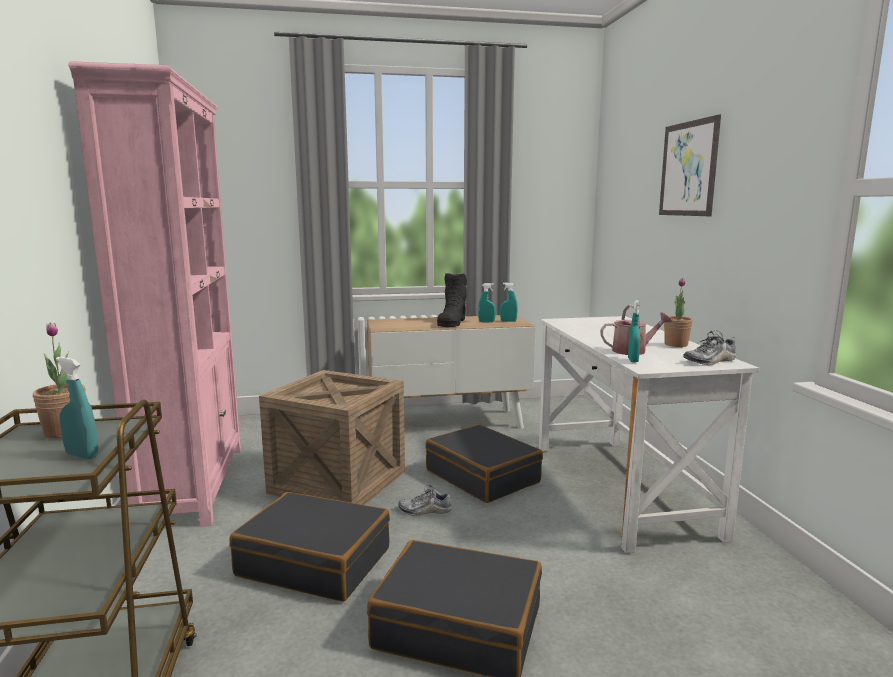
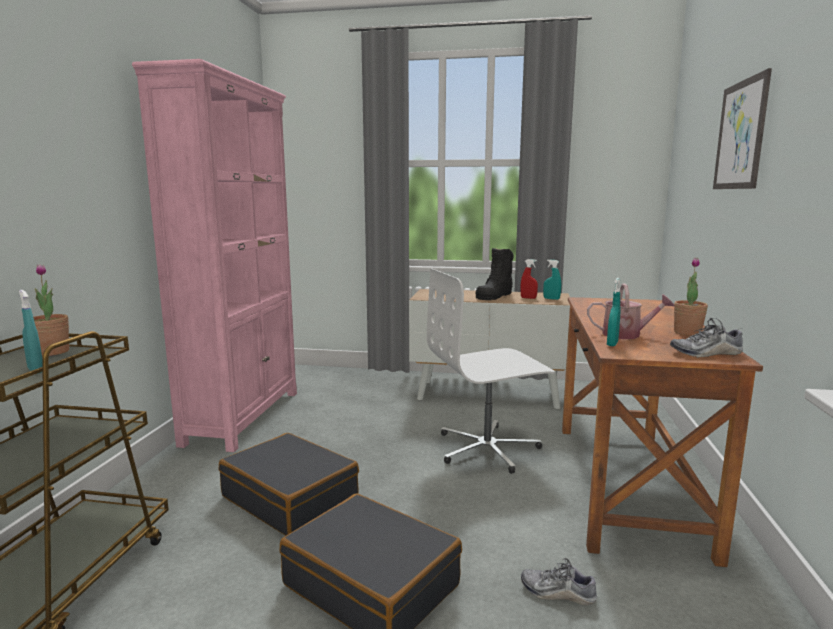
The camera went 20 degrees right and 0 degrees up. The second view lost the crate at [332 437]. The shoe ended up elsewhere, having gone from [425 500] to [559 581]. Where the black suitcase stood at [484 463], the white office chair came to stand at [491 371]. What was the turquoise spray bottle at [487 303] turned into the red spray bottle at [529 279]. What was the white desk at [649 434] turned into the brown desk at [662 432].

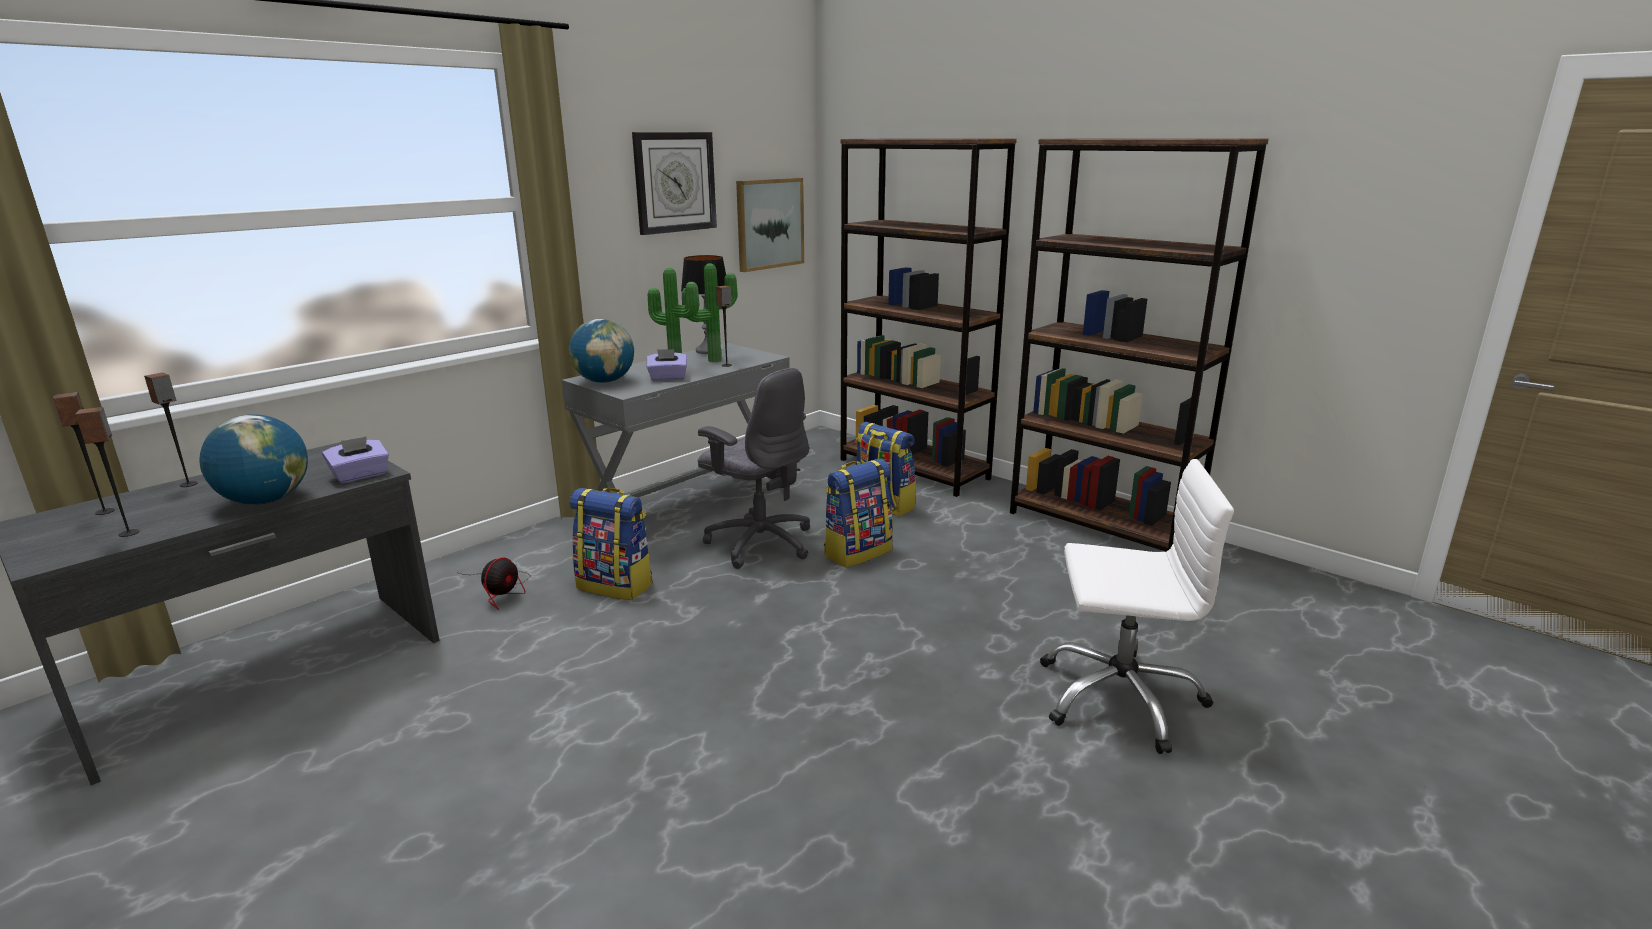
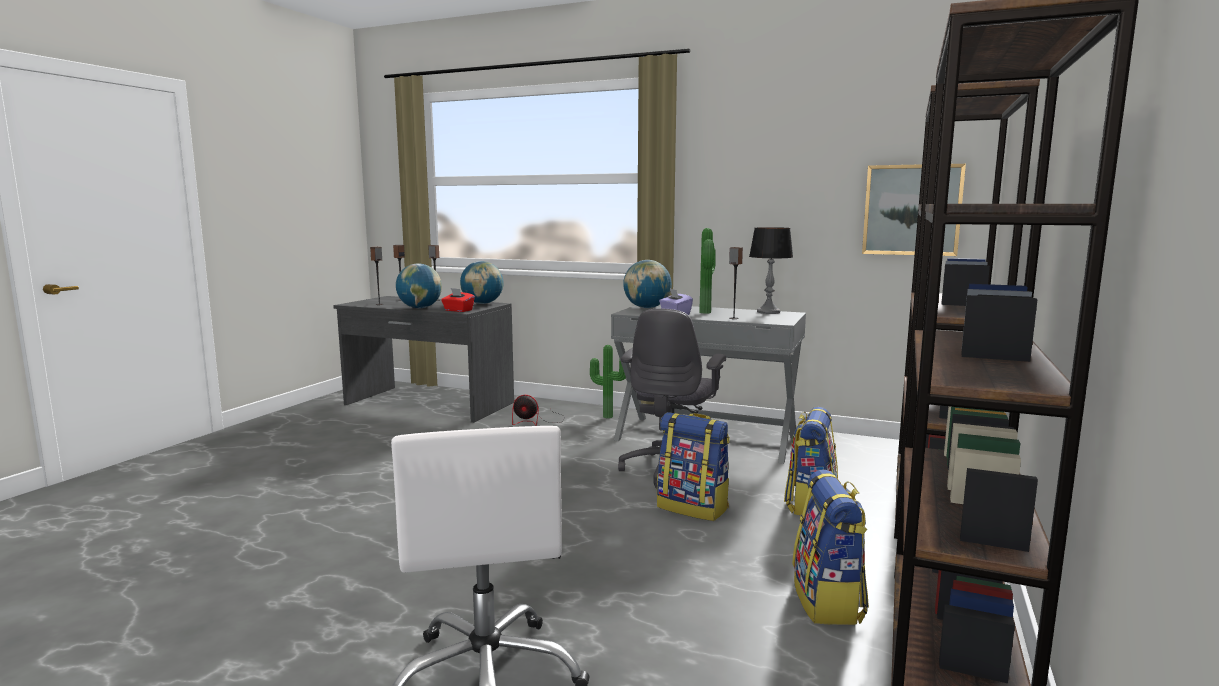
The camera went 70 degrees right and 10 degrees down. The second view lost the wall clock at [674 183]. The second view gained the globe at [482 282]. The backpack ended up elsewhere, having gone from [611 544] to [830 547]. The potted plant ended up elsewhere, having gone from [710 312] to [608 381]. What was the purple tissue box at [355 459] turned into the red tissue box at [458 300].

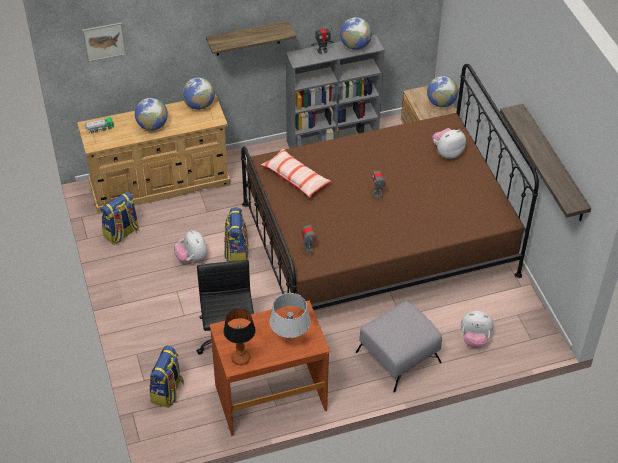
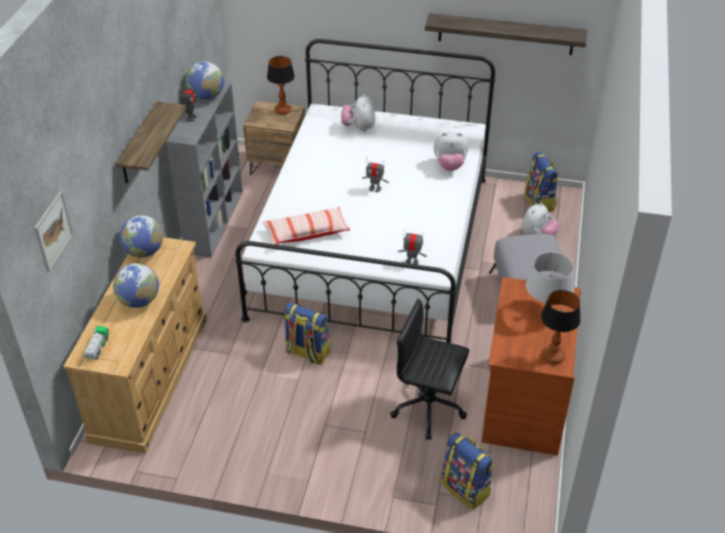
The camera went 60 degrees left and 5 degrees down. The backpack ended up elsewhere, having gone from [119 218] to [542 182]. The plush toy ended up elsewhere, having gone from [191 246] to [451 151]. Where the globe stood at [442 91], the table lamp came to stand at [281 85]. What was the brown bed at [390 187] turned into the white bed at [365 191].

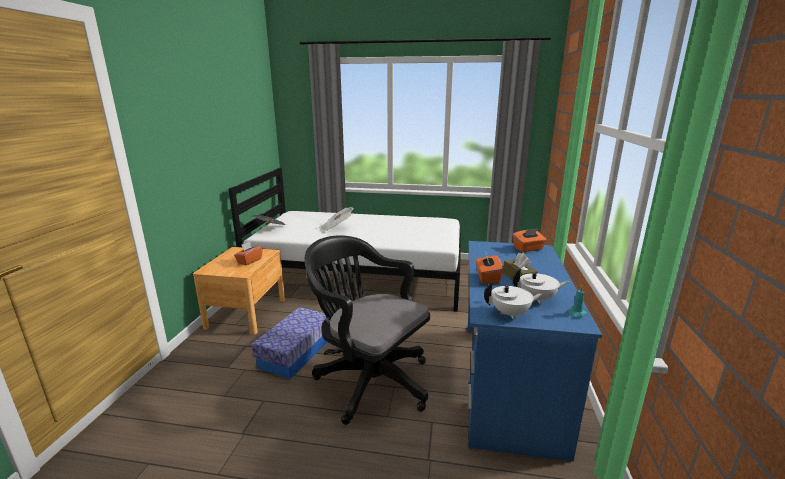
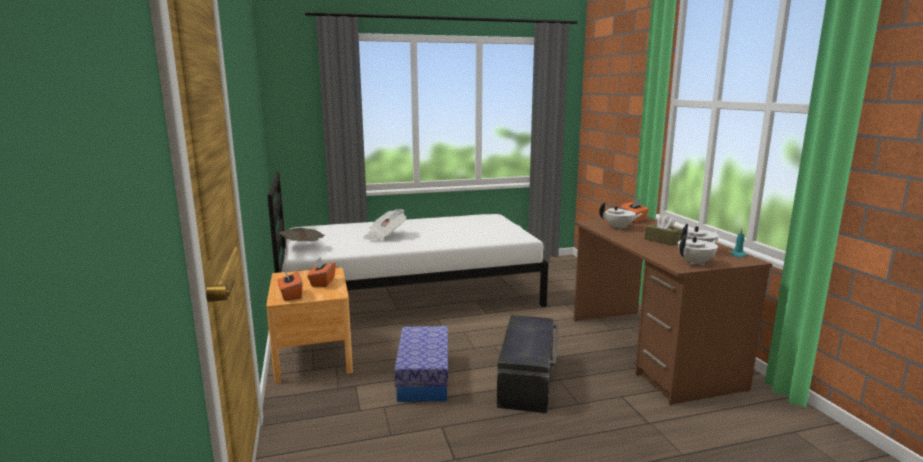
The camera went 25 degrees left and 5 degrees down. The second view gained the white teapot at [621 216]. The orange tissue box ended up elsewhere, having gone from [489 269] to [290 285]. Where the black office chair stood at [367 330], the black storage box came to stand at [528 364]. What was the blue desk at [534 351] turned into the brown desk at [673 310].

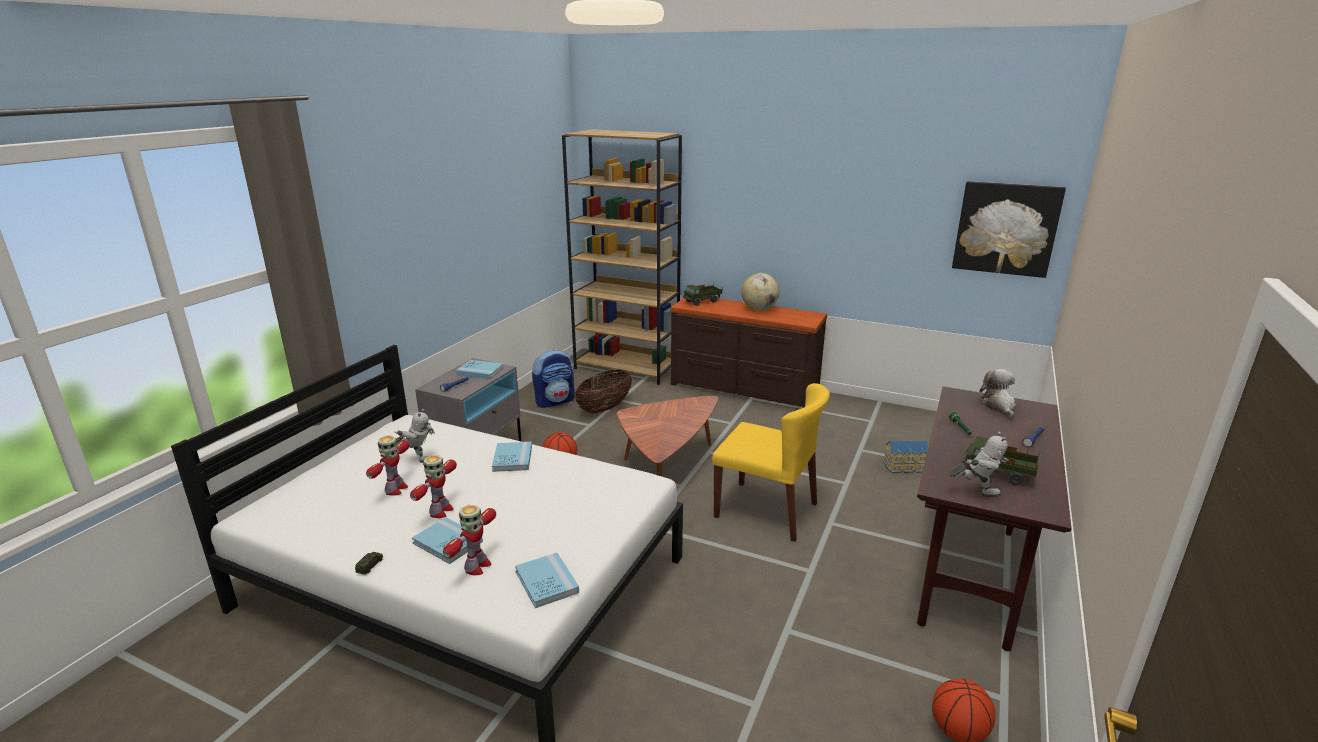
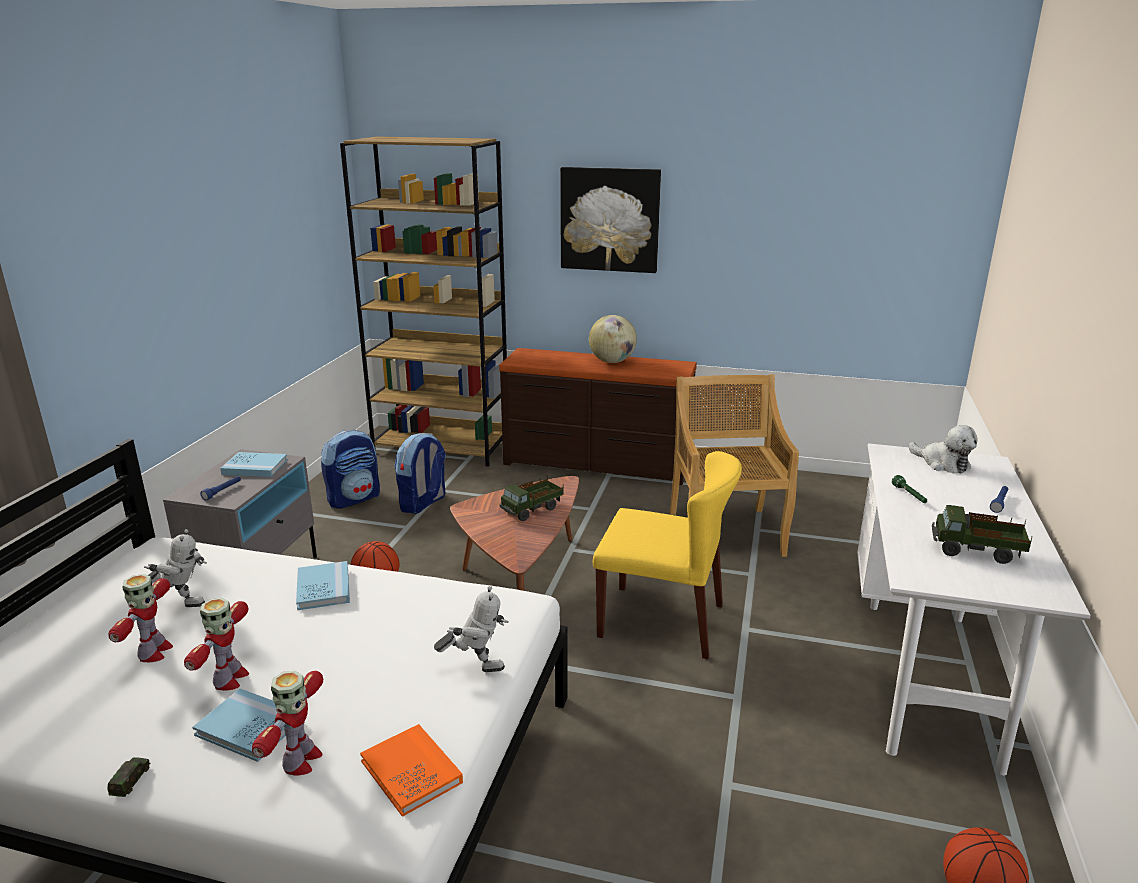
The camera went 10 degrees left and 0 degrees up. The second view lost the toy house at [905 456]. The second view gained the beige chair at [734 465]. The toy truck ended up elsewhere, having gone from [702 294] to [532 498]. The toy robot ended up elsewhere, having gone from [979 464] to [471 629]. The picture ended up elsewhere, having gone from [1009 229] to [610 220]. Where the basket stood at [603 392], the backpack came to stand at [420 473]. What was the blue book at [547 580] turned into the orange book at [411 770]. What was the brown desk at [994 518] turned into the white desk at [973 609]. The plush toy at [998 393] ended up facing another way, 150 degrees clockwise from before.

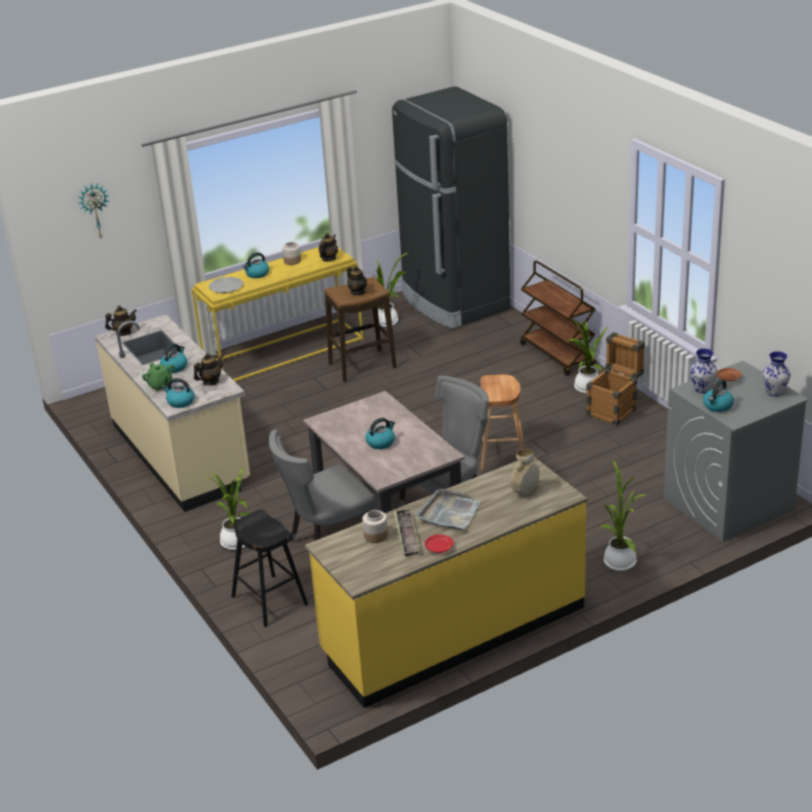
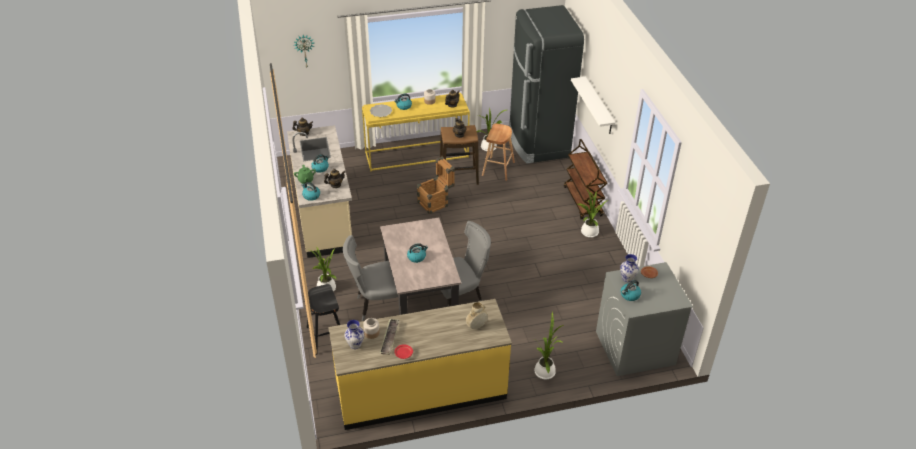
The camera went 15 degrees right and 10 degrees up. The second view lost the grey tray at [449 509]. The second view gained the white shelf at [593 105]. The brown stool ended up elsewhere, having gone from [502 422] to [498 152]. The crate ended up elsewhere, having gone from [615 379] to [436 185]. The vase ended up elsewhere, having gone from [777 374] to [354 334].

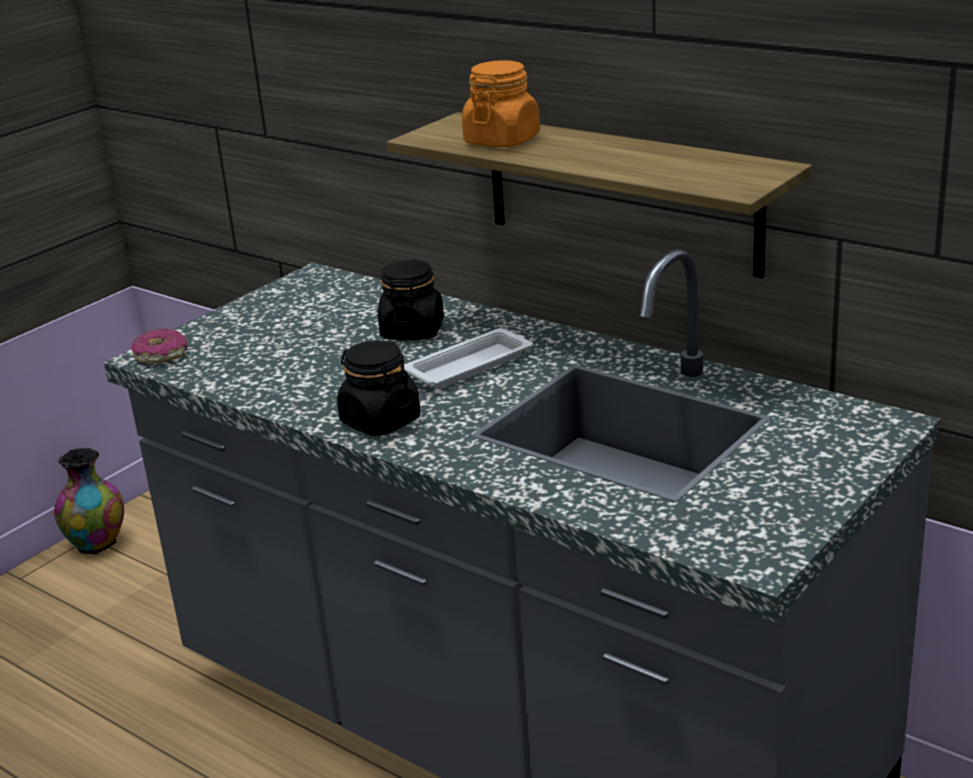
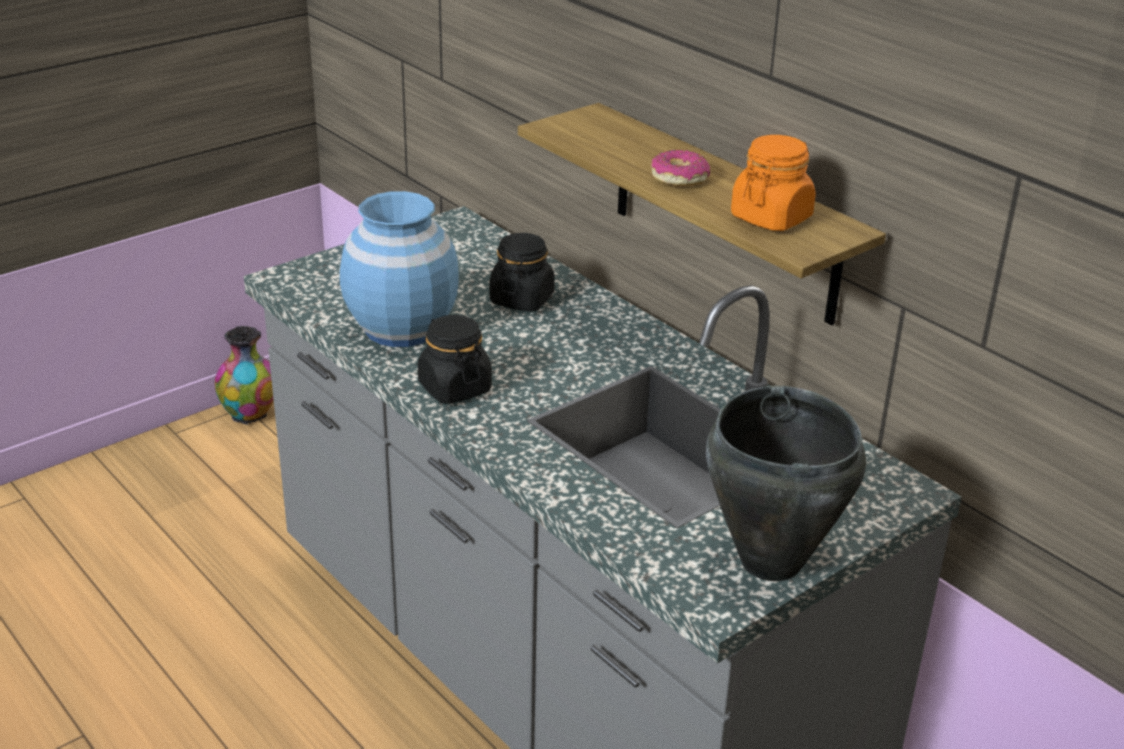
The camera went 10 degrees right and 5 degrees up. The second view lost the white tray at [468 358]. The second view gained the blue vase at [399 269]. The second view gained the black cooking pot at [786 483]. The donut ended up elsewhere, having gone from [159 346] to [680 168]. The orange jar ended up elsewhere, having gone from [501 103] to [773 183].

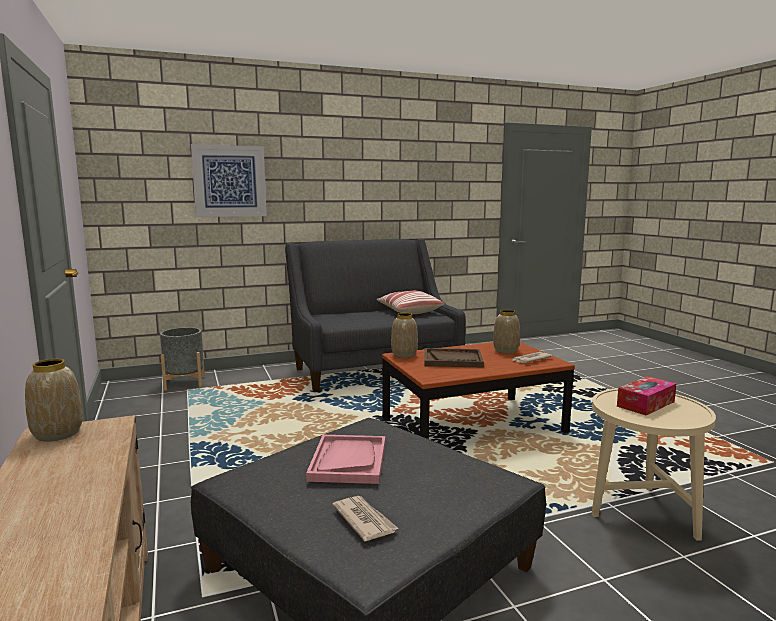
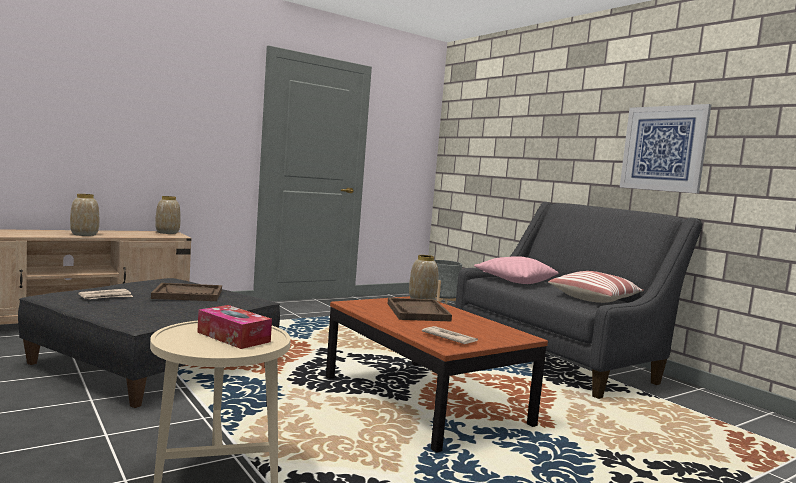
The camera went 75 degrees right and 5 degrees down. The second view gained the pink pillow at [516 270]. The picture ended up elsewhere, having gone from [229 180] to [665 148]. The vase ended up elsewhere, having gone from [506 331] to [84 215]. What was the pink tray at [345 459] turned into the brown tray at [186 292].

